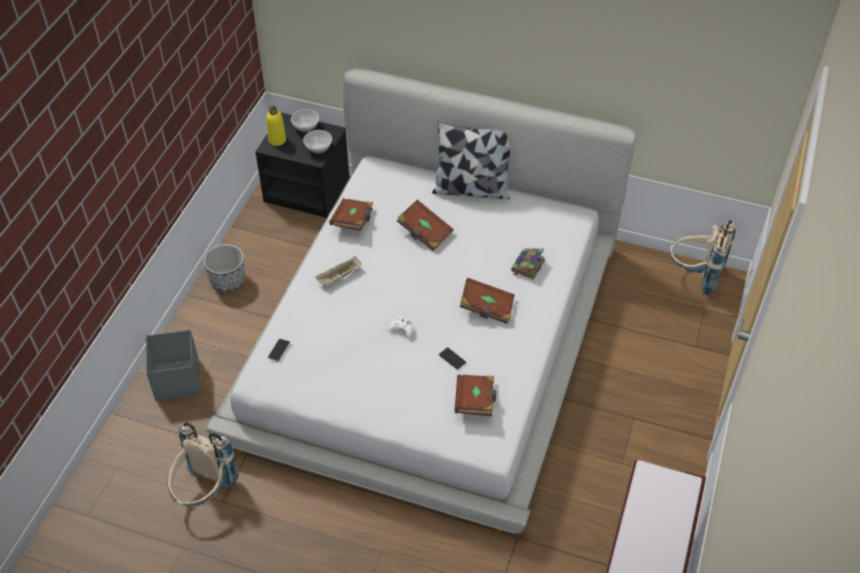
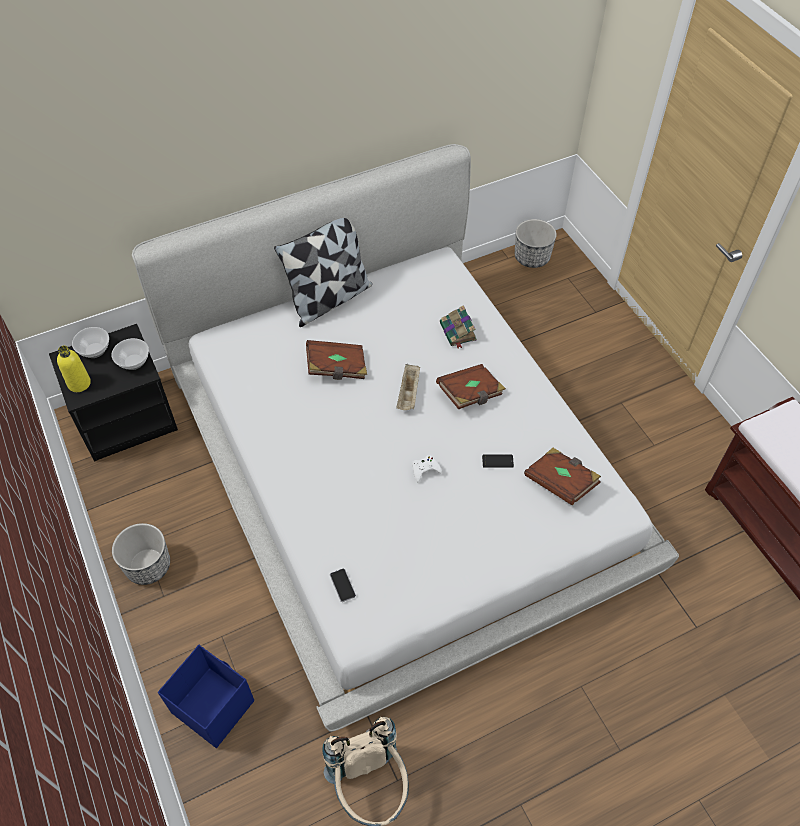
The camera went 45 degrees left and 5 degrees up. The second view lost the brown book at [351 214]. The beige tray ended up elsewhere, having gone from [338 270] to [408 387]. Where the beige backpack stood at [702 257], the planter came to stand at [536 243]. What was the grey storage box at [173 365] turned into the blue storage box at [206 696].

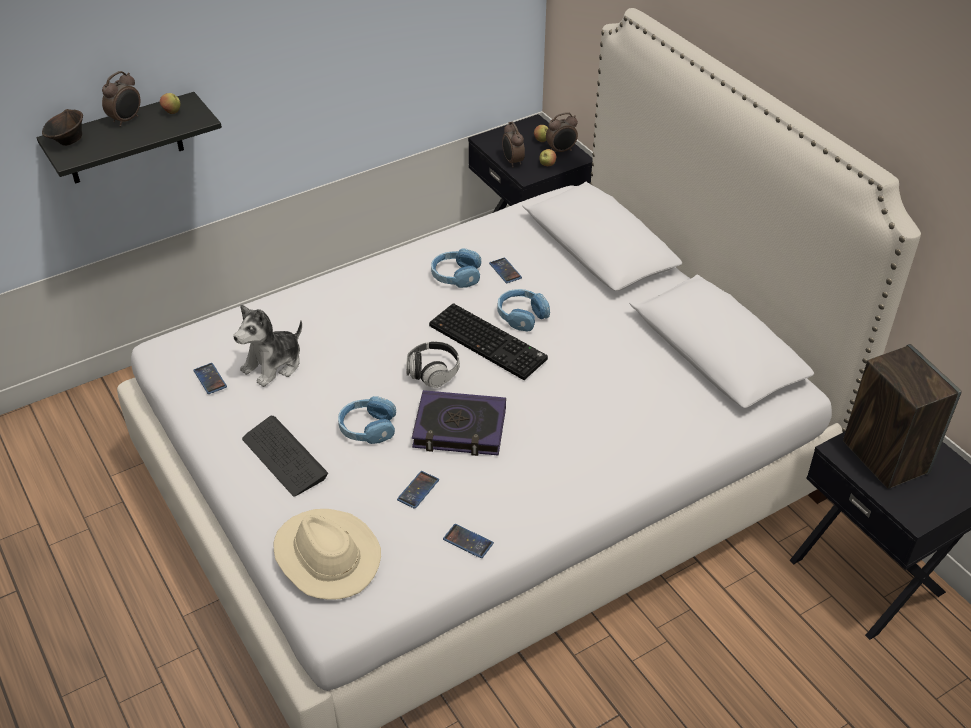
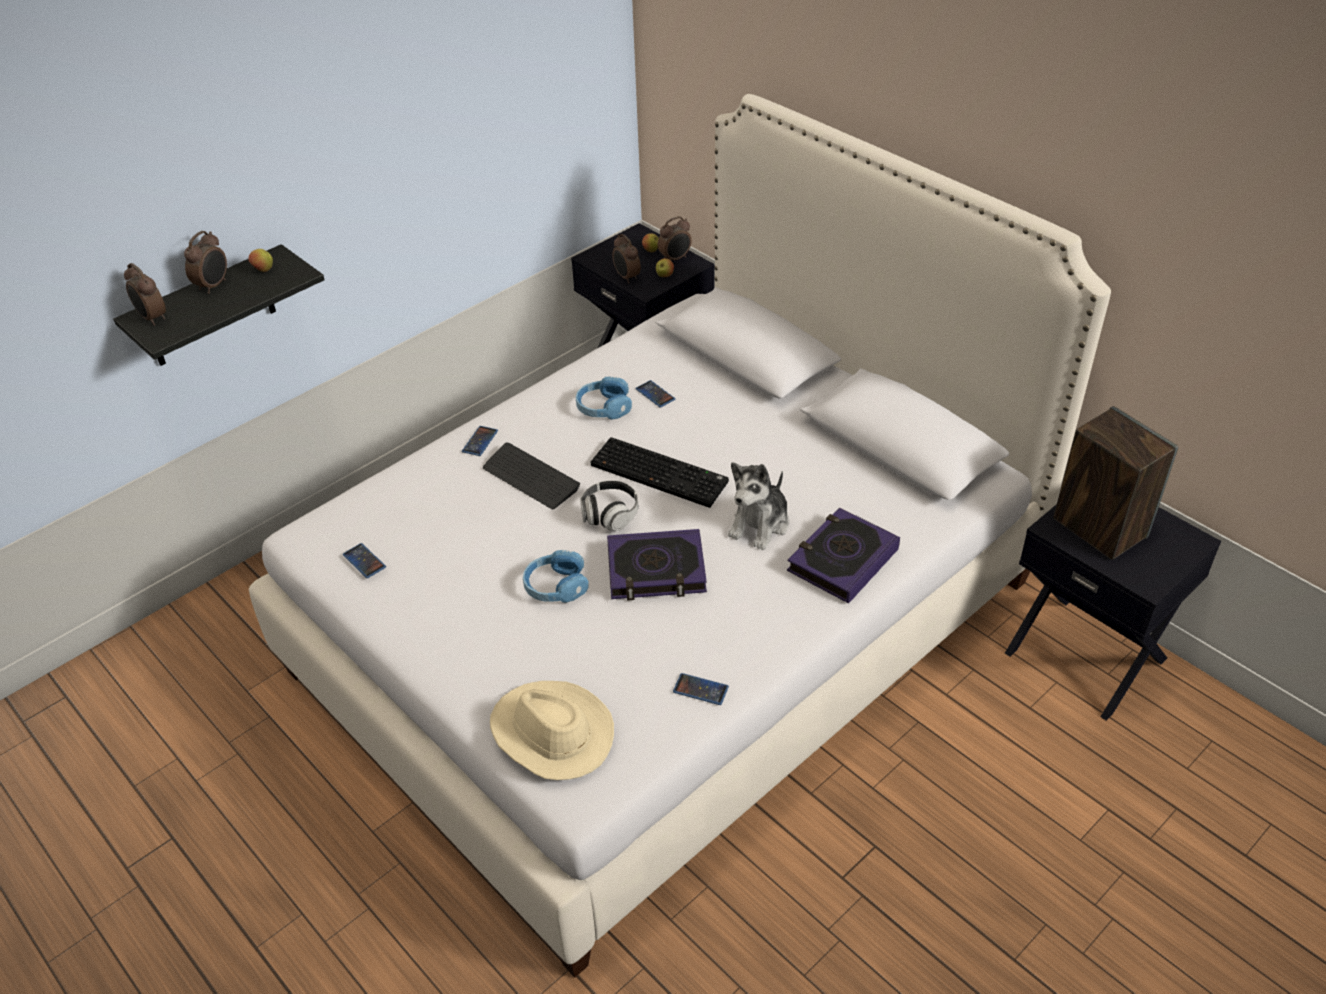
The camera went 10 degrees left and 0 degrees up. The second view lost the blue headphones at [523 310]. The second view gained the book at [843 555]. The plush toy ended up elsewhere, having gone from [267 346] to [758 506]. The keyboard ended up elsewhere, having gone from [285 456] to [532 476]. The phone ended up elsewhere, having gone from [418 490] to [480 441]. Where the brown bowl stood at [62 127], the alarm clock came to stand at [145 294].

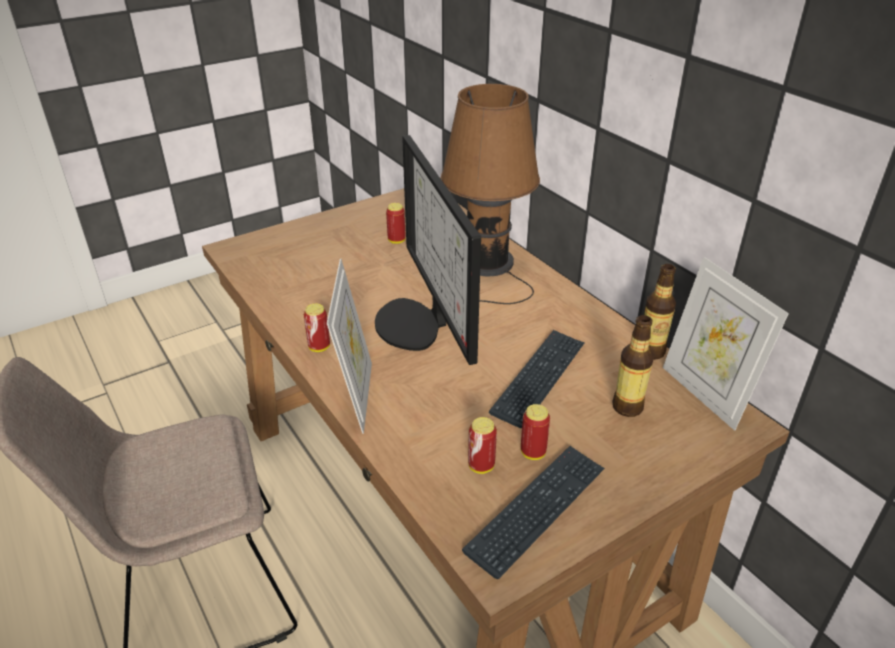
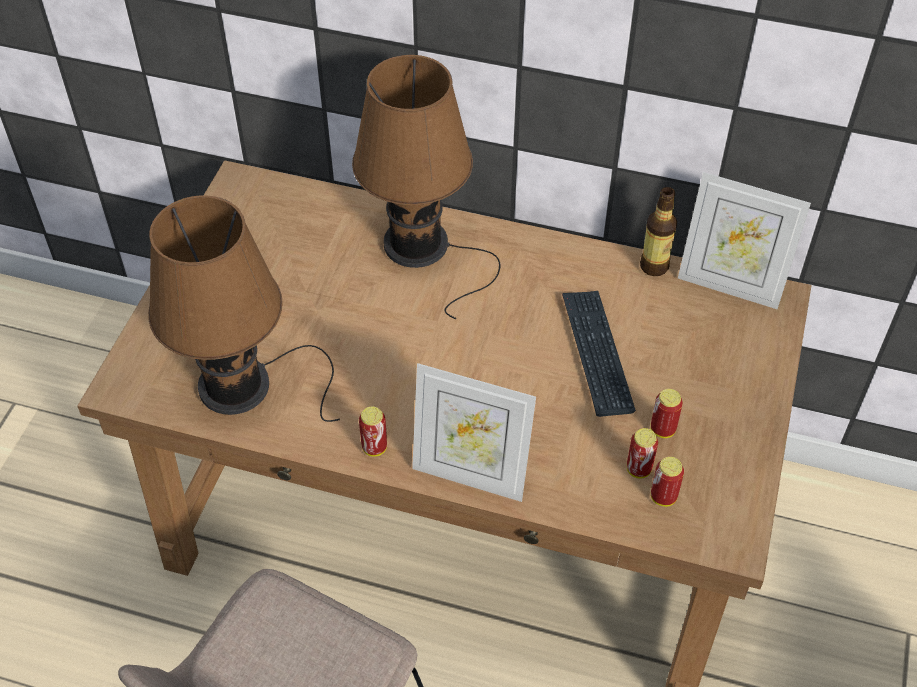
The camera went 40 degrees left and 15 degrees up. The second view lost the monitor at [428 250]. The second view lost the keyboard at [533 512]. The second view lost the bottle at [633 366]. The second view gained the brown table lamp at [244 308]. The can ended up elsewhere, having gone from [395 223] to [667 482]. The picture frame at [349 346] ended up facing another way, 150 degrees clockwise from before.

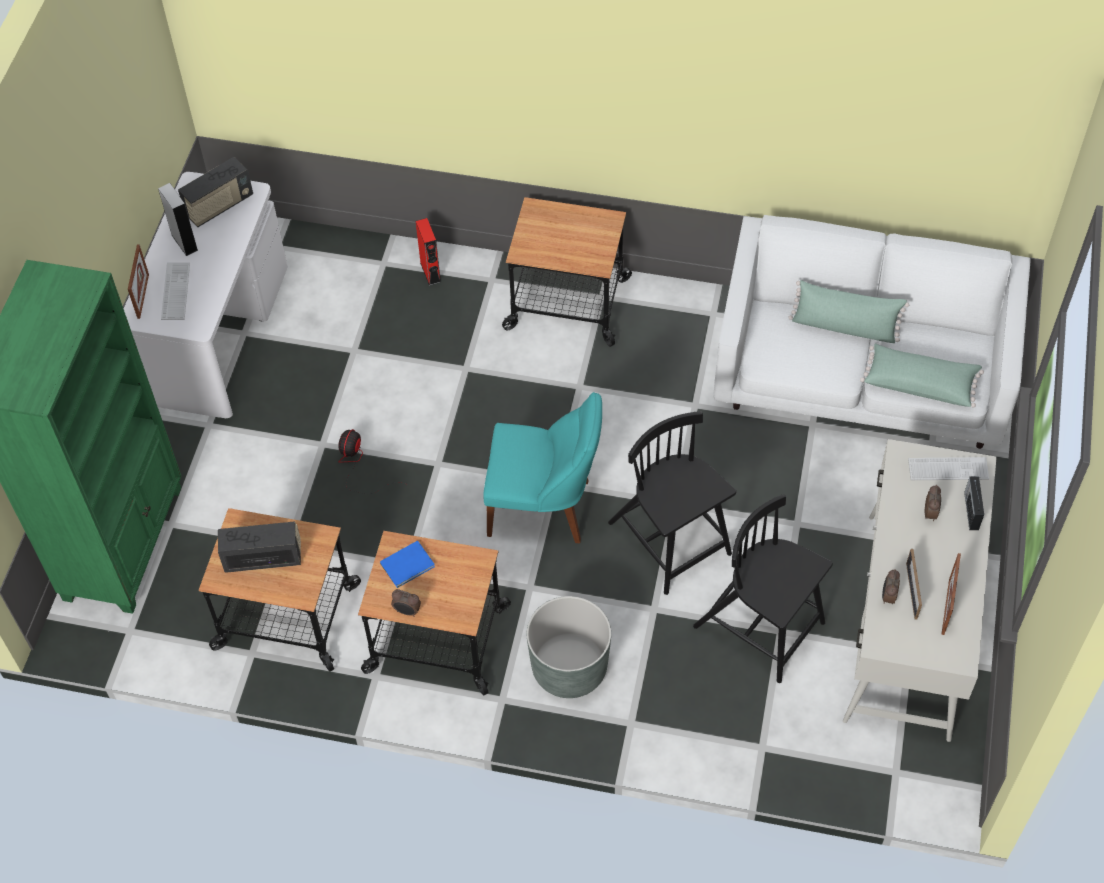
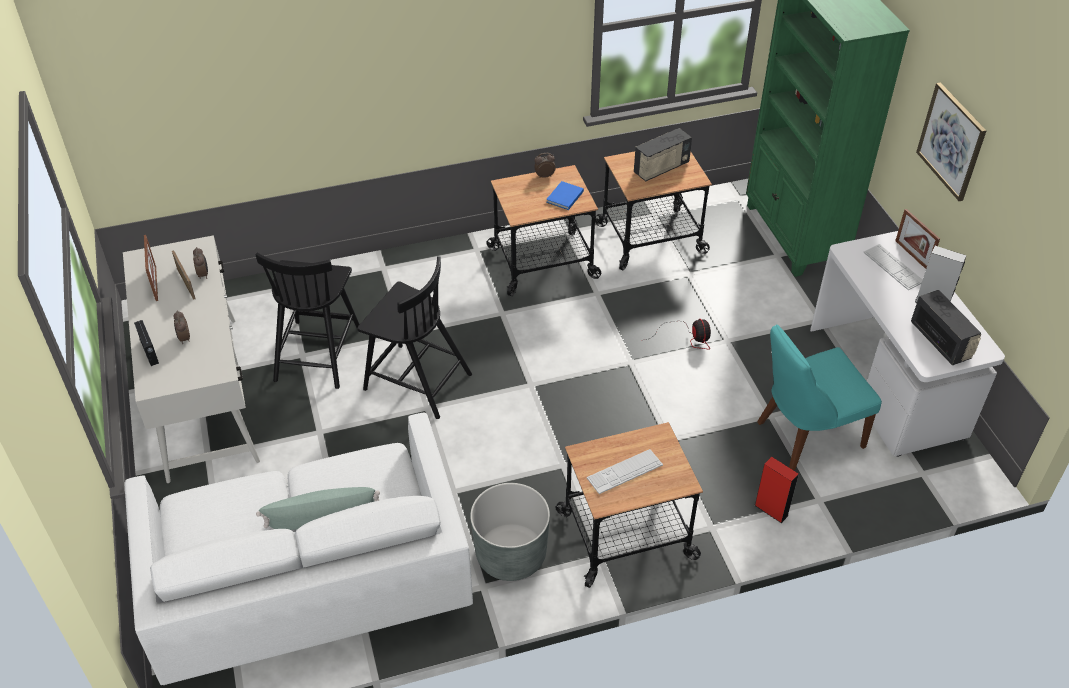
The camera went 150 degrees right and 10 degrees down. The second view lost the green pillow at [922 376]. The second view gained the picture at [951 141]. The turquoise chair ended up elsewhere, having gone from [542 467] to [819 397]. The grey planter ended up elsewhere, having gone from [569 647] to [510 532]. The keyboard ended up elsewhere, having gone from [948 468] to [625 471]. The radio at [215 192] ended up facing another way, 135 degrees clockwise from before. The black chair at [763 588] ended up facing another way, 90 degrees clockwise from before.

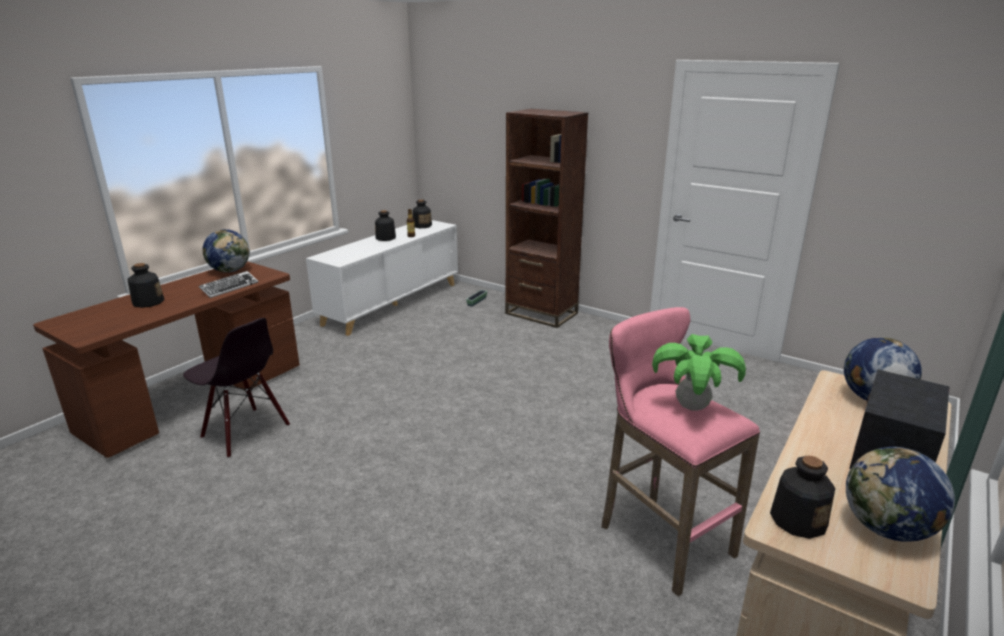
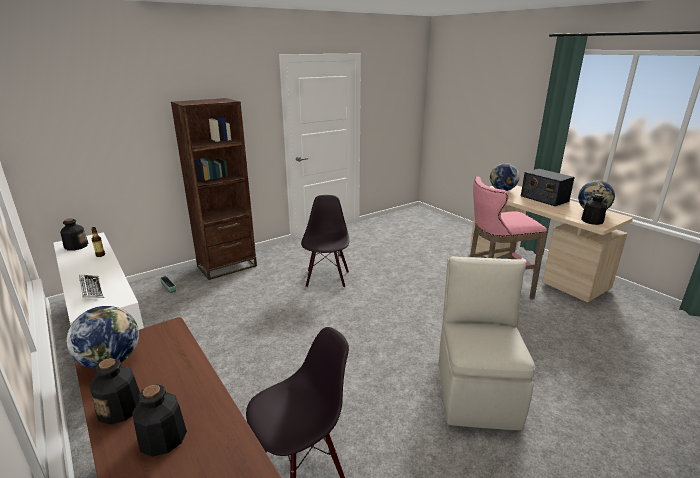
The camera went 70 degrees left and 0 degrees up. The second view lost the potted plant at [699 372]. The second view gained the black chair at [325 241]. The second view gained the beige chair at [487 343]. The keyboard ended up elsewhere, having gone from [228 284] to [91 286]. The bottle ended up elsewhere, having gone from [385 225] to [114 391].

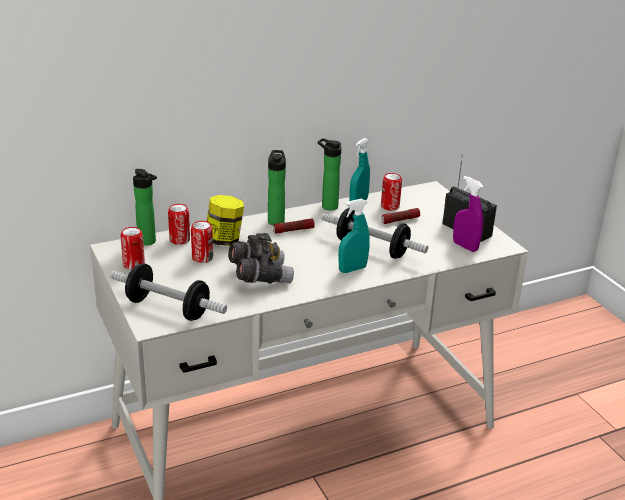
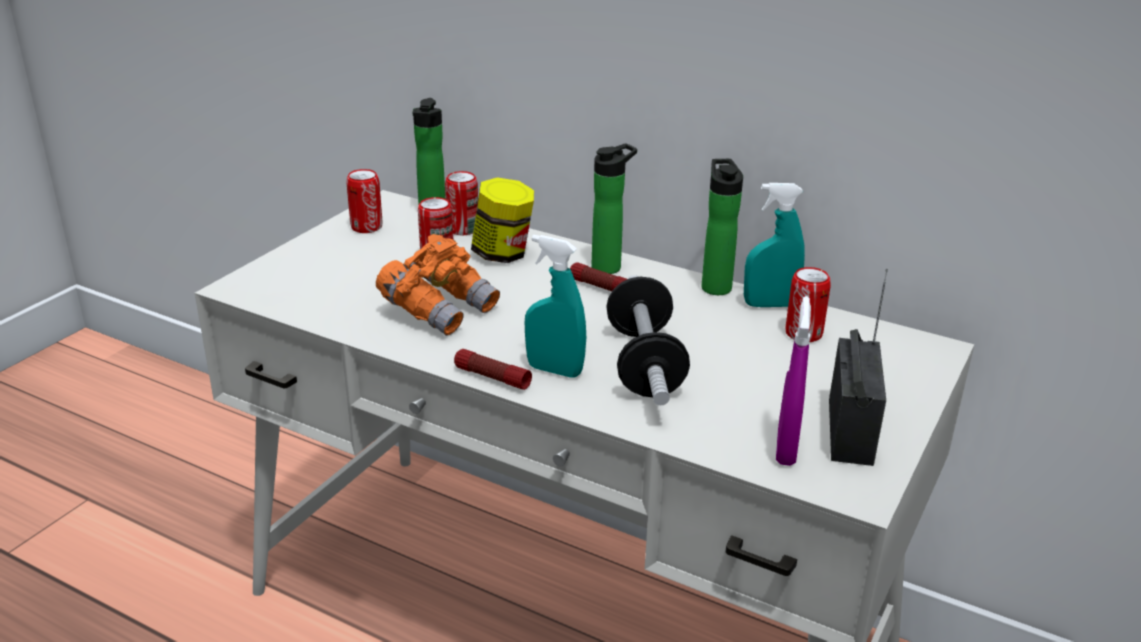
The camera went 55 degrees right and 0 degrees up. The second view lost the dumbbell at [168 292]. The flashlight ended up elsewhere, having gone from [400 216] to [493 369]. What was the grey binoculars at [261 258] turned into the orange binoculars at [438 285].

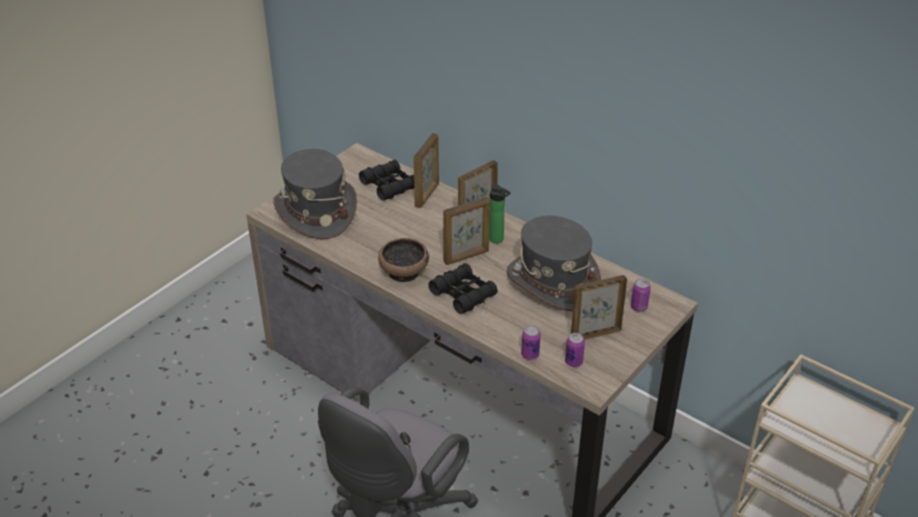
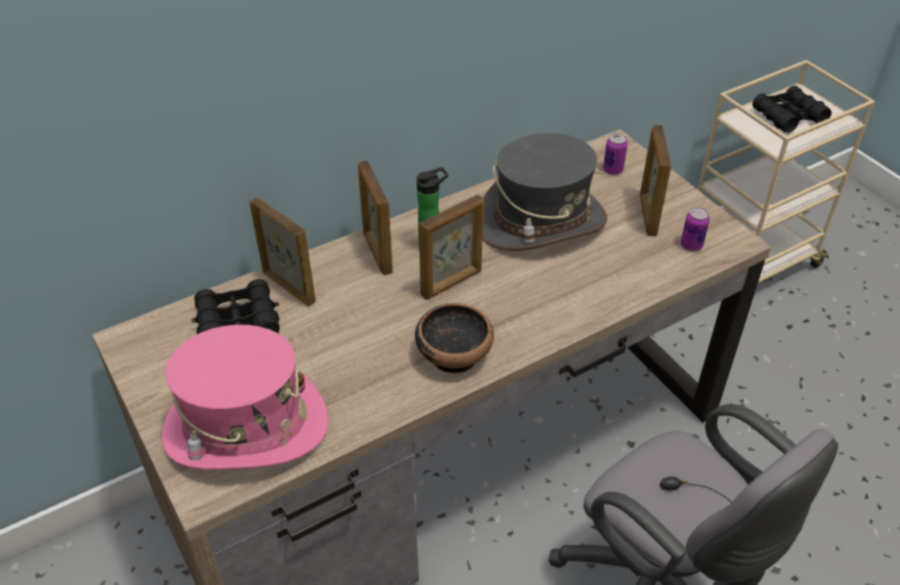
The camera went 70 degrees left and 5 degrees up. The second view lost the can at [530 343]. The black binoculars ended up elsewhere, having gone from [463 288] to [791 109]. What was the grey hat at [315 194] turned into the pink hat at [245 397]. The picture frame at [466 231] ended up facing another way, 60 degrees clockwise from before.

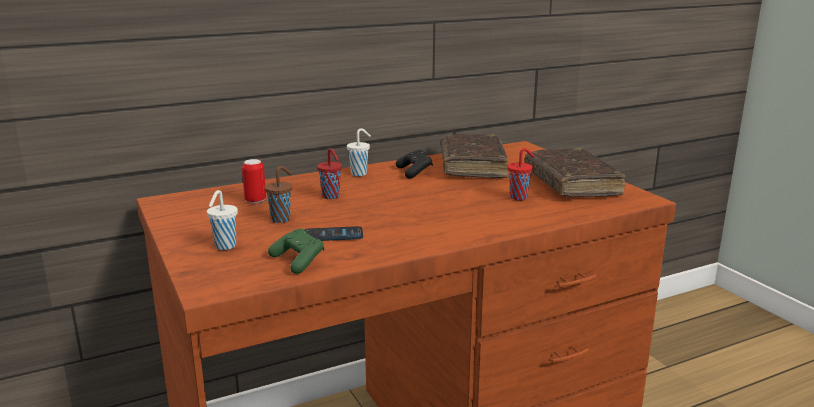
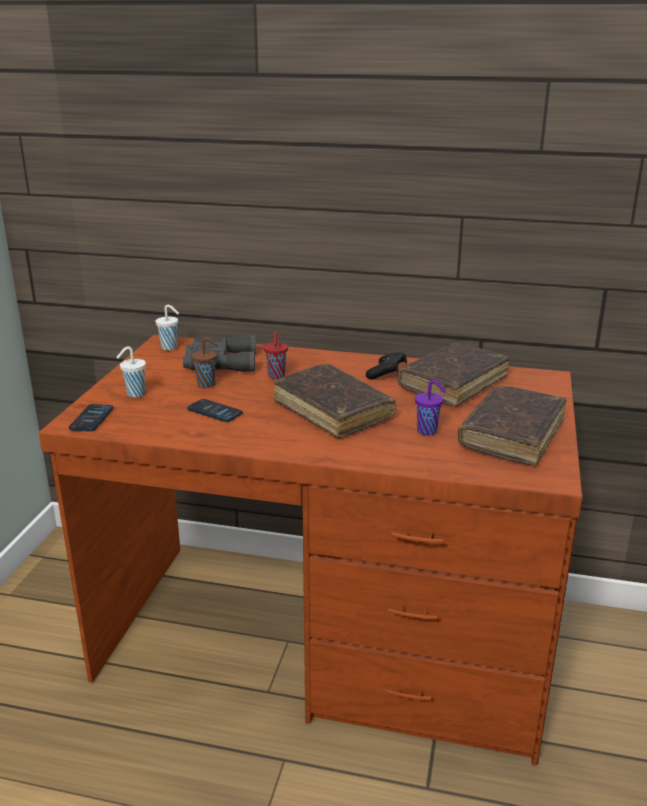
The camera went 40 degrees right and 5 degrees up. The second view lost the green game controller at [296 251]. The second view gained the phone at [91 418]. The second view gained the brown book at [335 401]. The white cup ended up elsewhere, having gone from [359 152] to [167 327]. Where the can stood at [254 181], the grey binoculars came to stand at [219 353]. What was the red cup at [521 174] turned into the purple cup at [430 407].

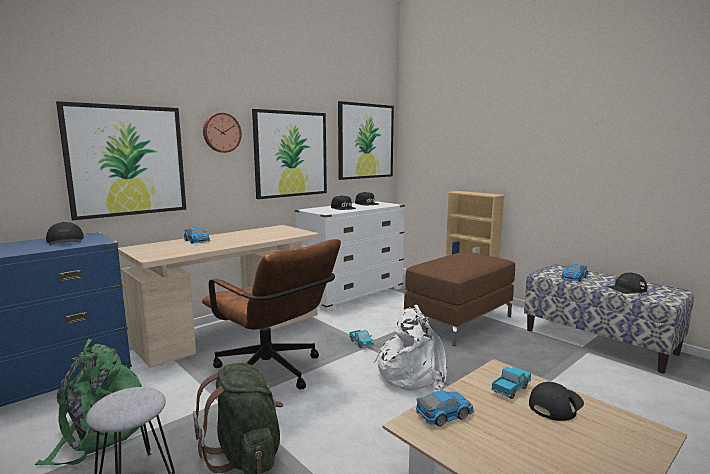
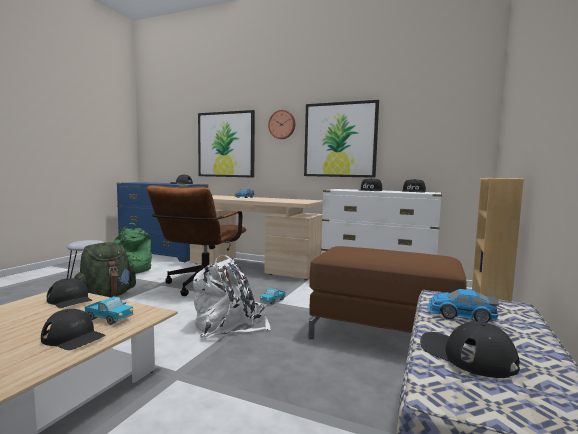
The camera went 65 degrees right and 5 degrees down. The second view lost the picture at [366 140]. Where the toy car stood at [445 408], the black cap came to stand at [70 293].

